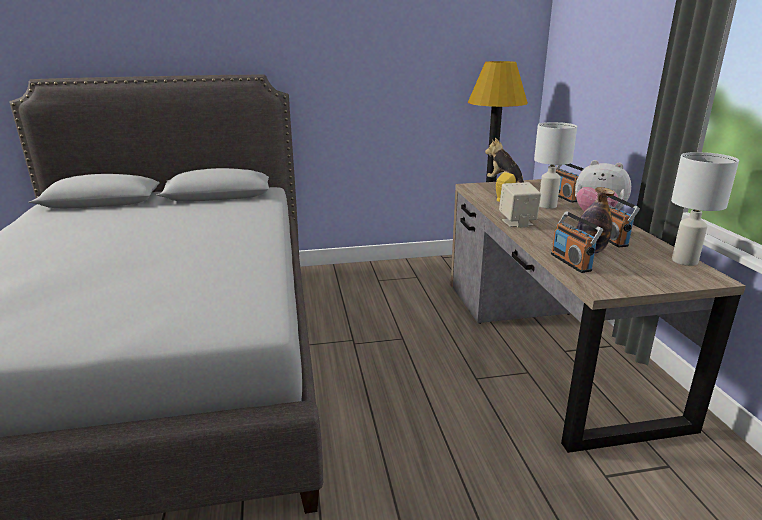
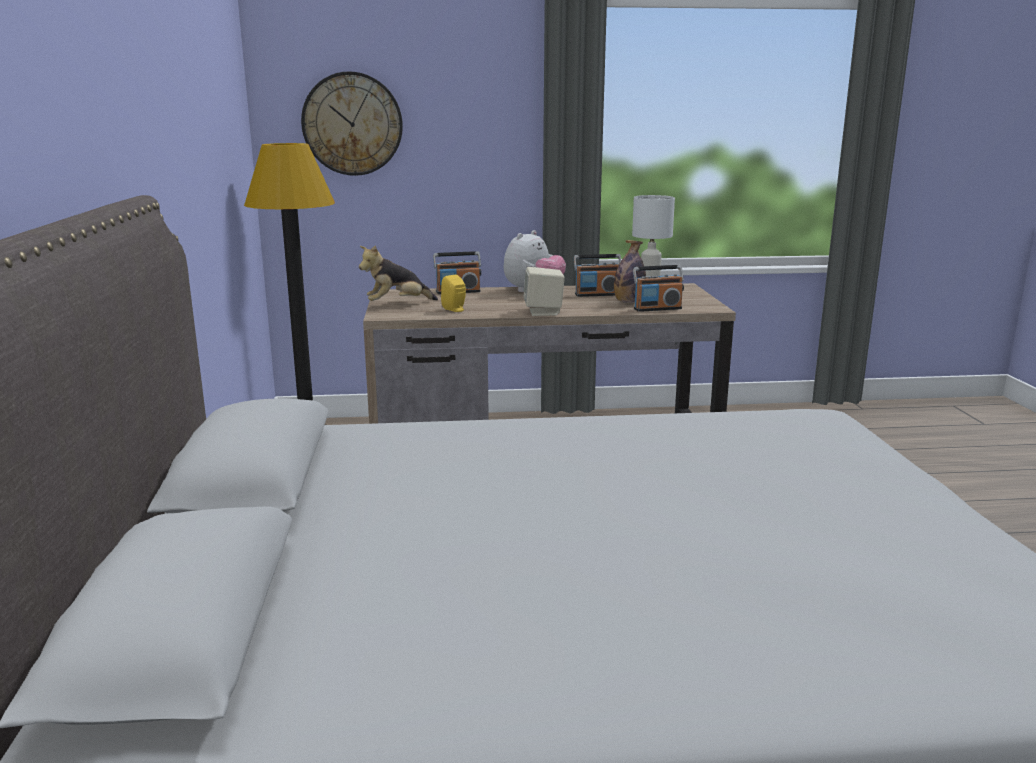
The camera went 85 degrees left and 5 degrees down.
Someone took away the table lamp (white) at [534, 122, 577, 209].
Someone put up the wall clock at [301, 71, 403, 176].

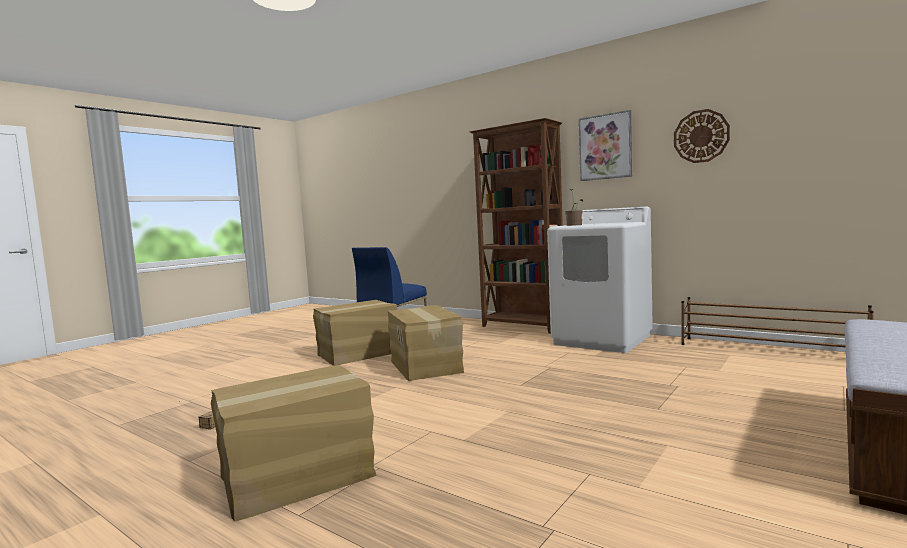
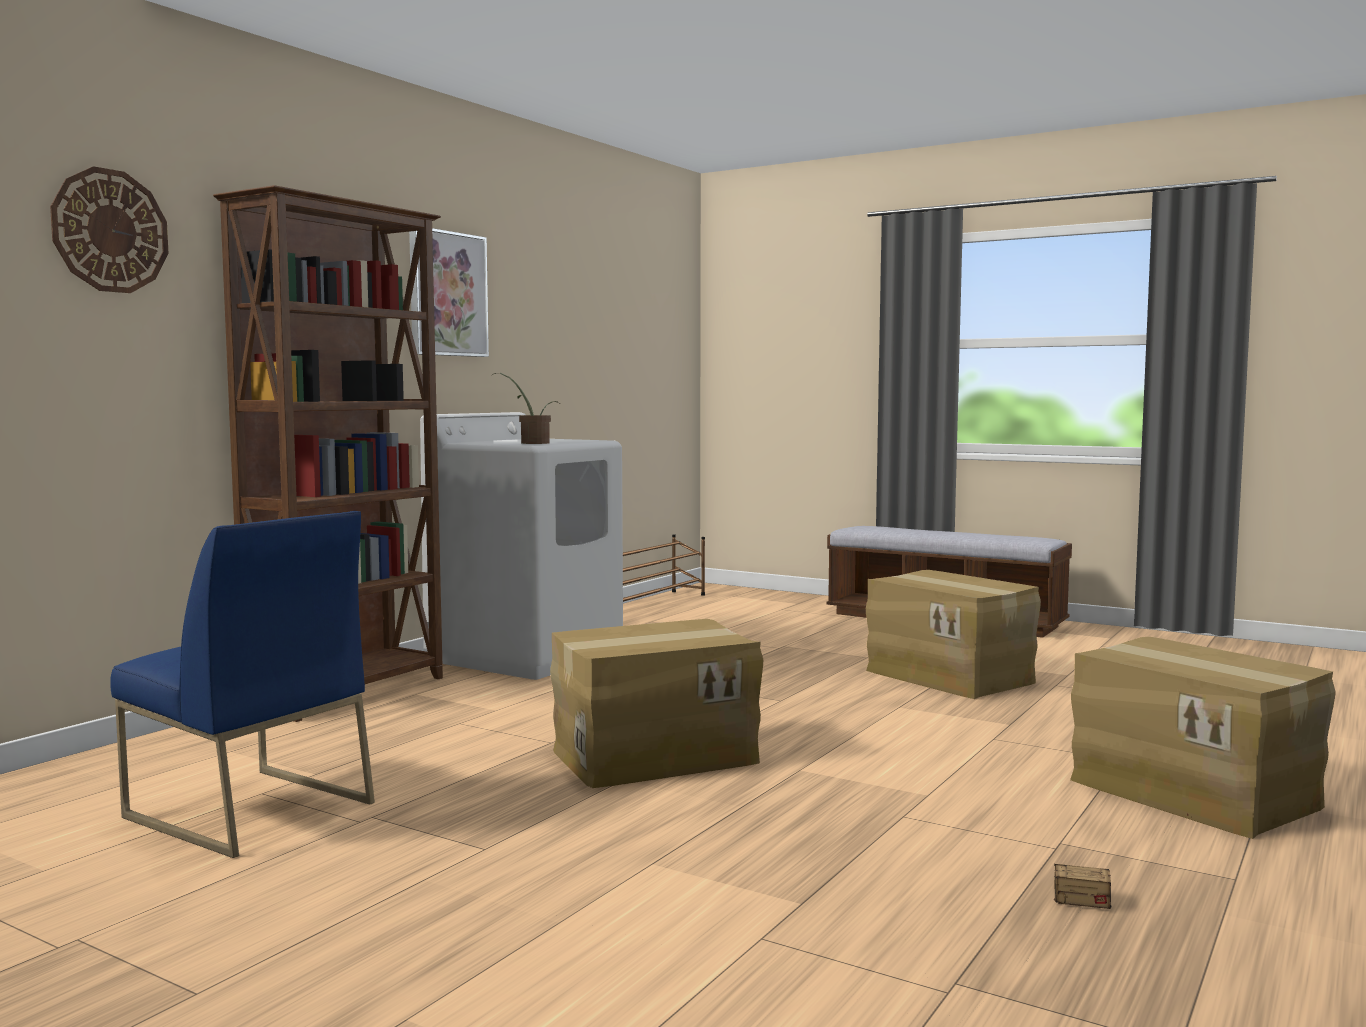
The camera went 95 degrees left and 0 degrees up.
Someone carried the cardboard box from [313, 300, 397, 366] to [866, 570, 1041, 699].
Someone carried the wall clock from [674, 109, 730, 163] to [50, 166, 169, 293].

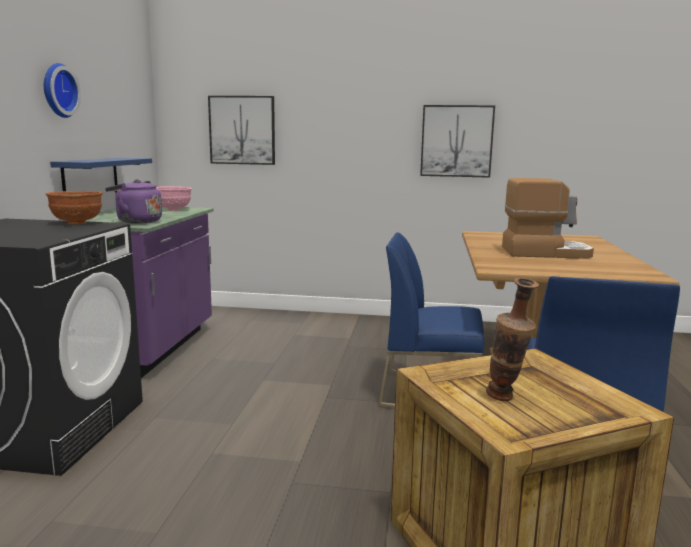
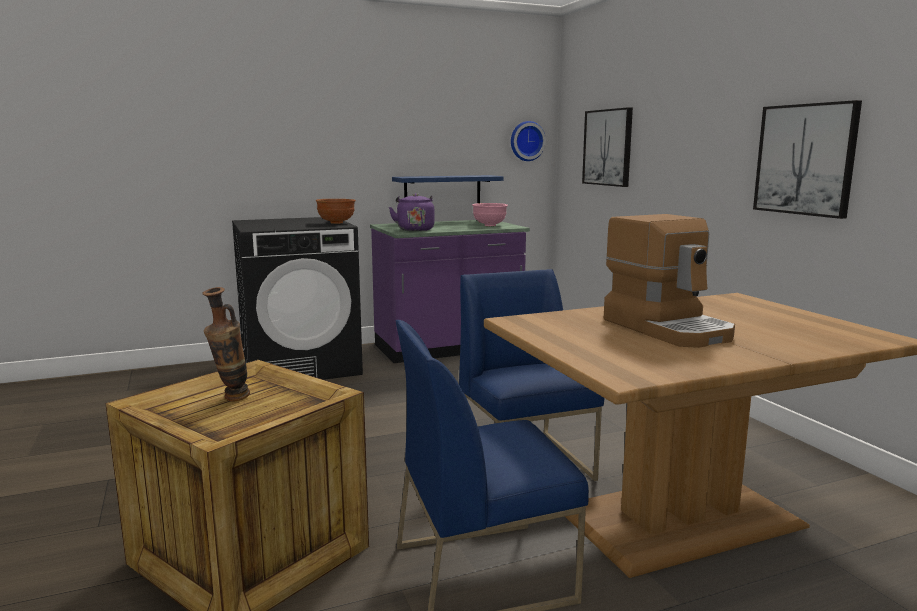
The camera went 60 degrees right and 0 degrees up.
Someone carried the wall clock from [44, 63, 81, 118] to [511, 121, 546, 161].

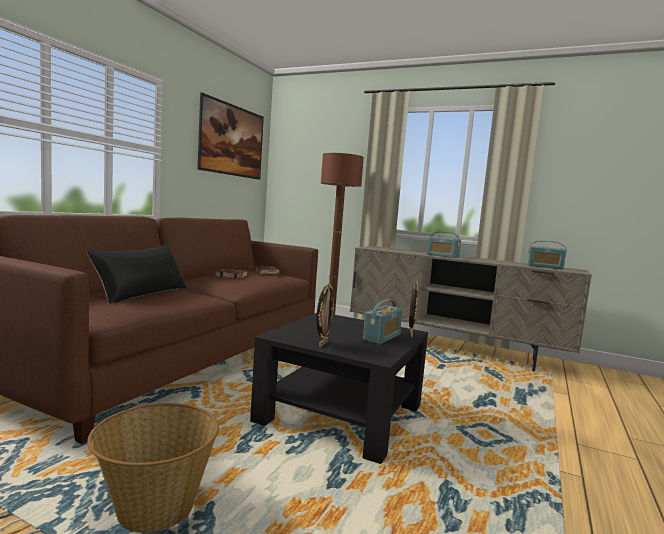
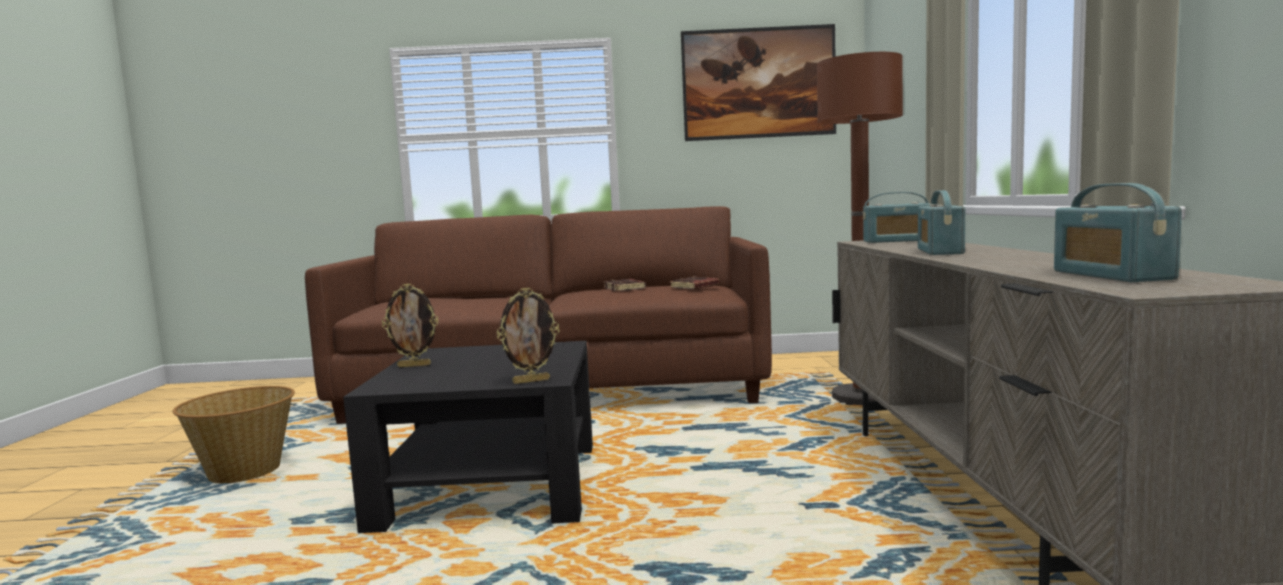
The camera went 65 degrees right and 0 degrees up.
Someone took away the pillow (black) at [86, 244, 187, 303].
Someone carried the radio from [363, 299, 403, 344] to [863, 192, 930, 243].

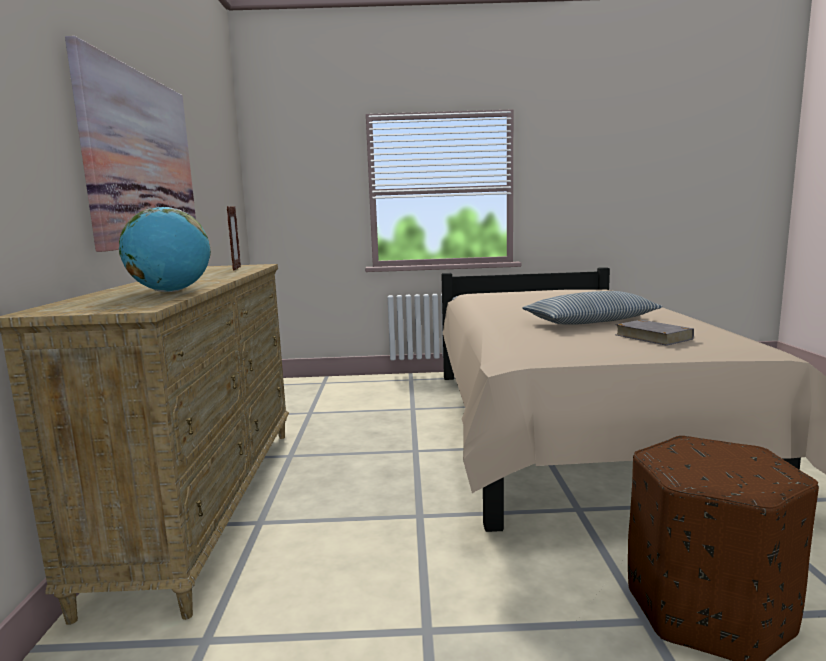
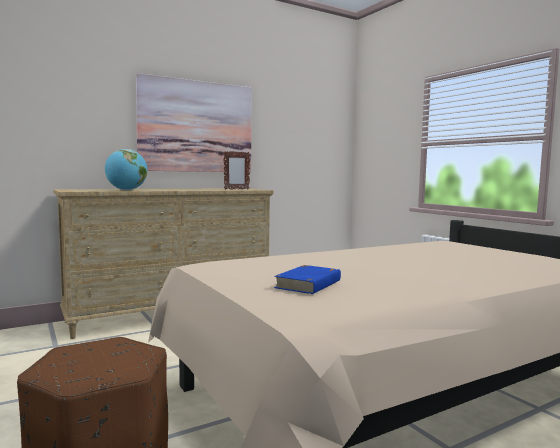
The camera went 60 degrees right and 5 degrees down.
Someone took away the pillow at [522, 291, 663, 325].
Someone repainted the book (grey) at [615, 320, 694, 346], which became the book (blue) at [274, 265, 341, 294].

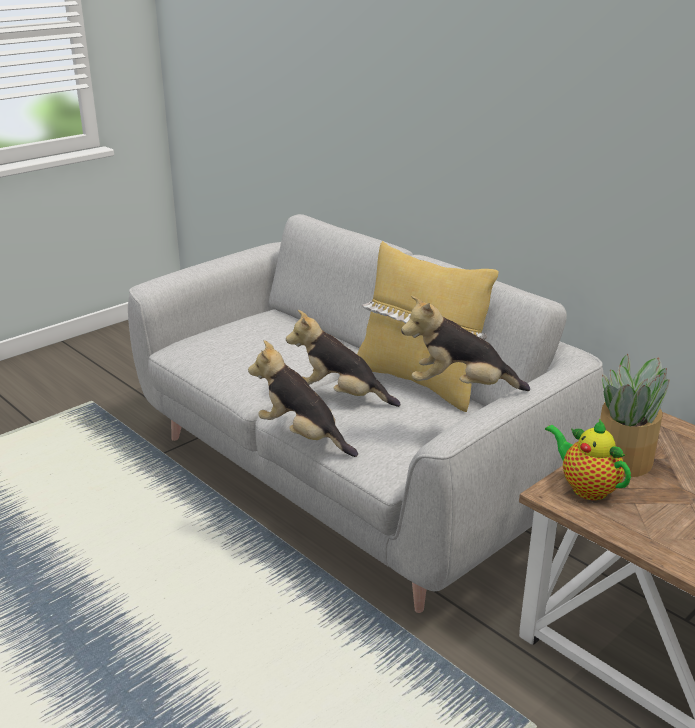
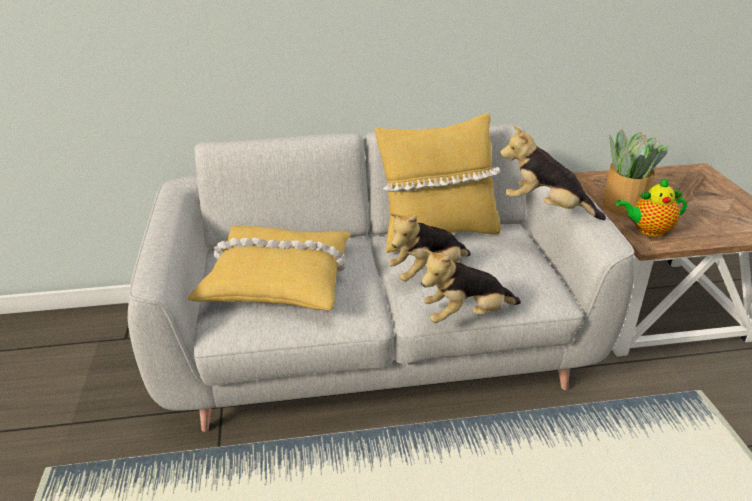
The camera went 55 degrees left and 5 degrees up.
Someone rotated the plush toy at [401, 295, 530, 391] by 75 degrees clockwise.
Someone put down the pillow (yellow) at [187, 225, 351, 310].

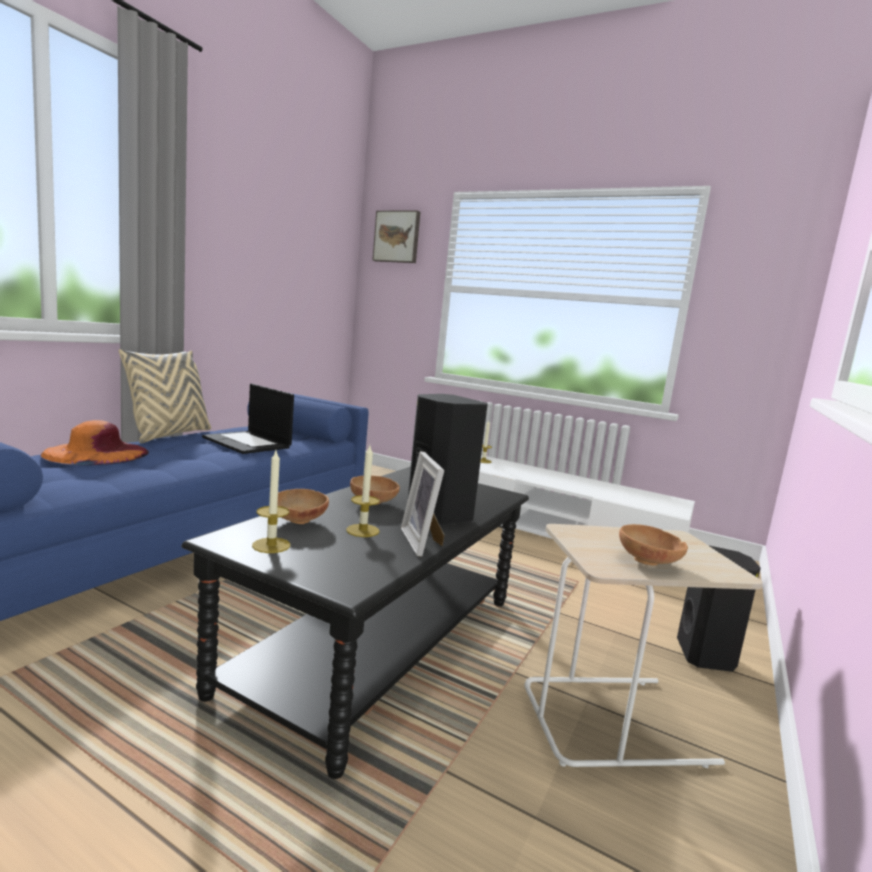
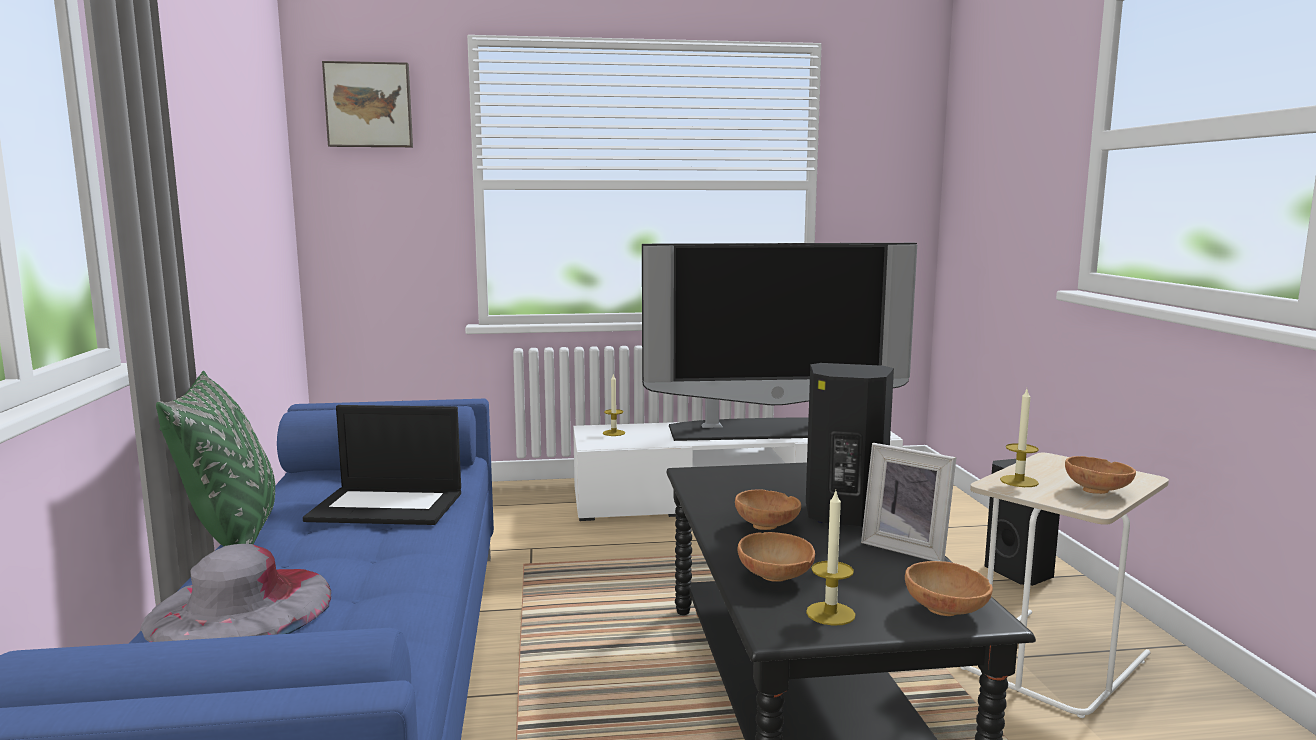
The camera went 35 degrees left and 0 degrees up.
Someone repainted the hat (orange) at [41, 420, 149, 466], which became the hat (grey) at [140, 544, 331, 642].
Someone repainted the pillow (beige) at [118, 349, 211, 443], which became the pillow (green) at [156, 371, 275, 546].
Someone carried the candle from [346, 446, 380, 537] to [1000, 389, 1039, 487].
Someone put down the television at [642, 243, 917, 441].
Someone put down the bowl (brown) at [905, 561, 993, 616].

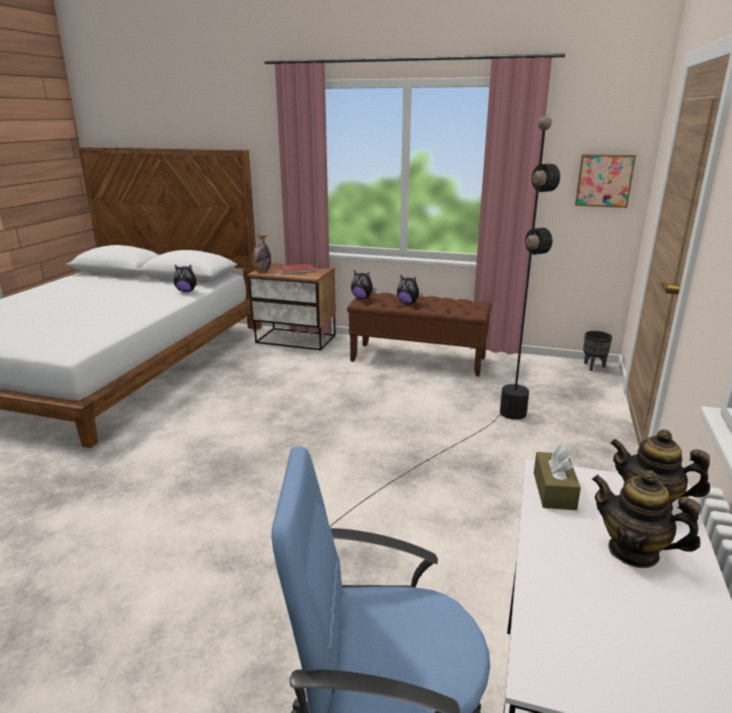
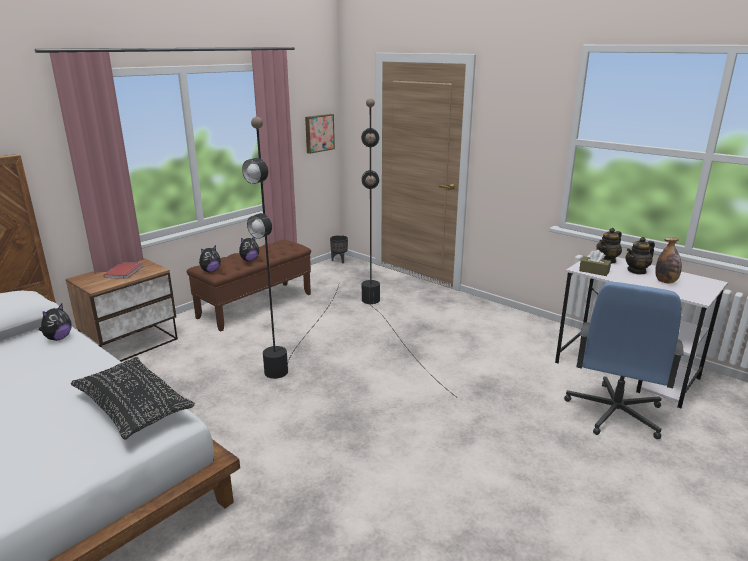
The camera went 65 degrees left and 0 degrees up.
Someone carried the bottle from [252, 235, 271, 272] to [655, 237, 682, 283].
Someone put down the pillow (black) at [71, 357, 195, 440].
Someone put down the floor lamp (black) at [242, 117, 339, 379].

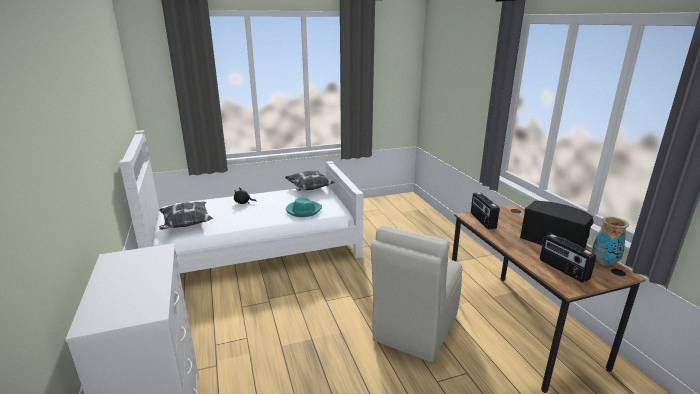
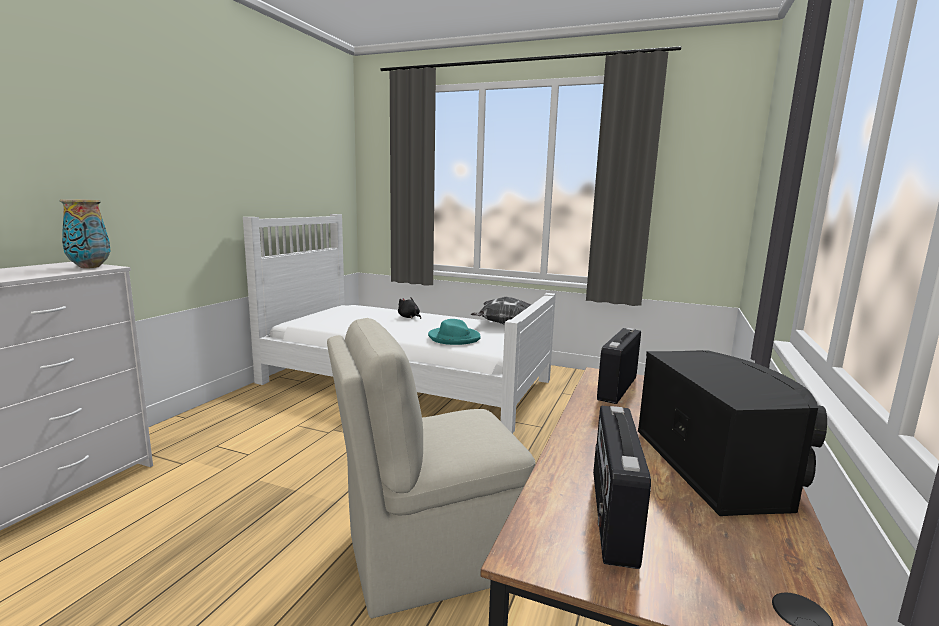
The camera went 40 degrees right and 10 degrees down.
Someone took away the pillow at [159, 202, 213, 230].
Someone carried the vase from [592, 217, 629, 266] to [60, 199, 111, 268].

